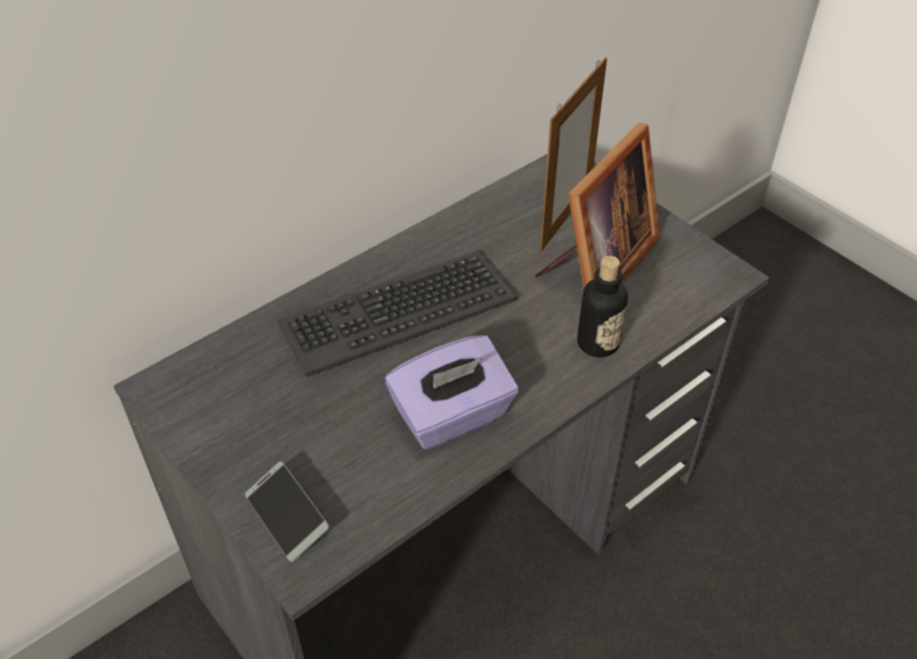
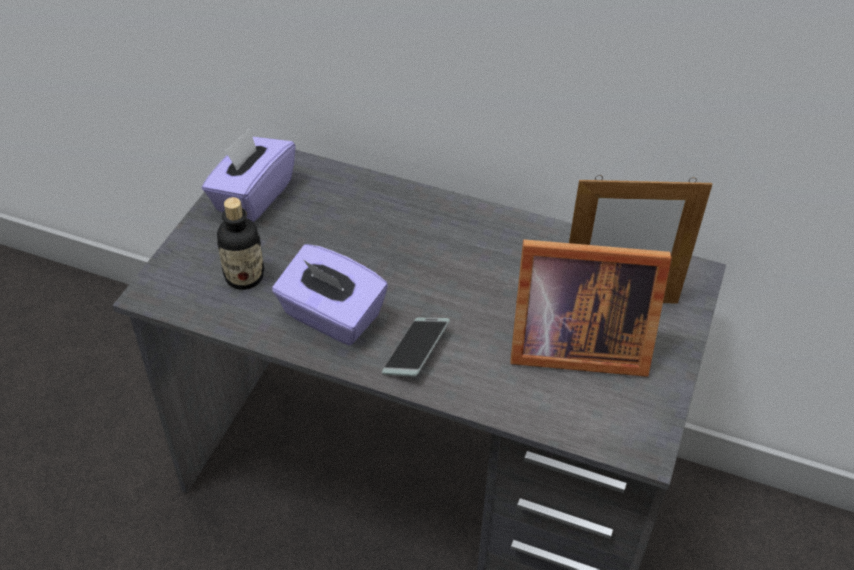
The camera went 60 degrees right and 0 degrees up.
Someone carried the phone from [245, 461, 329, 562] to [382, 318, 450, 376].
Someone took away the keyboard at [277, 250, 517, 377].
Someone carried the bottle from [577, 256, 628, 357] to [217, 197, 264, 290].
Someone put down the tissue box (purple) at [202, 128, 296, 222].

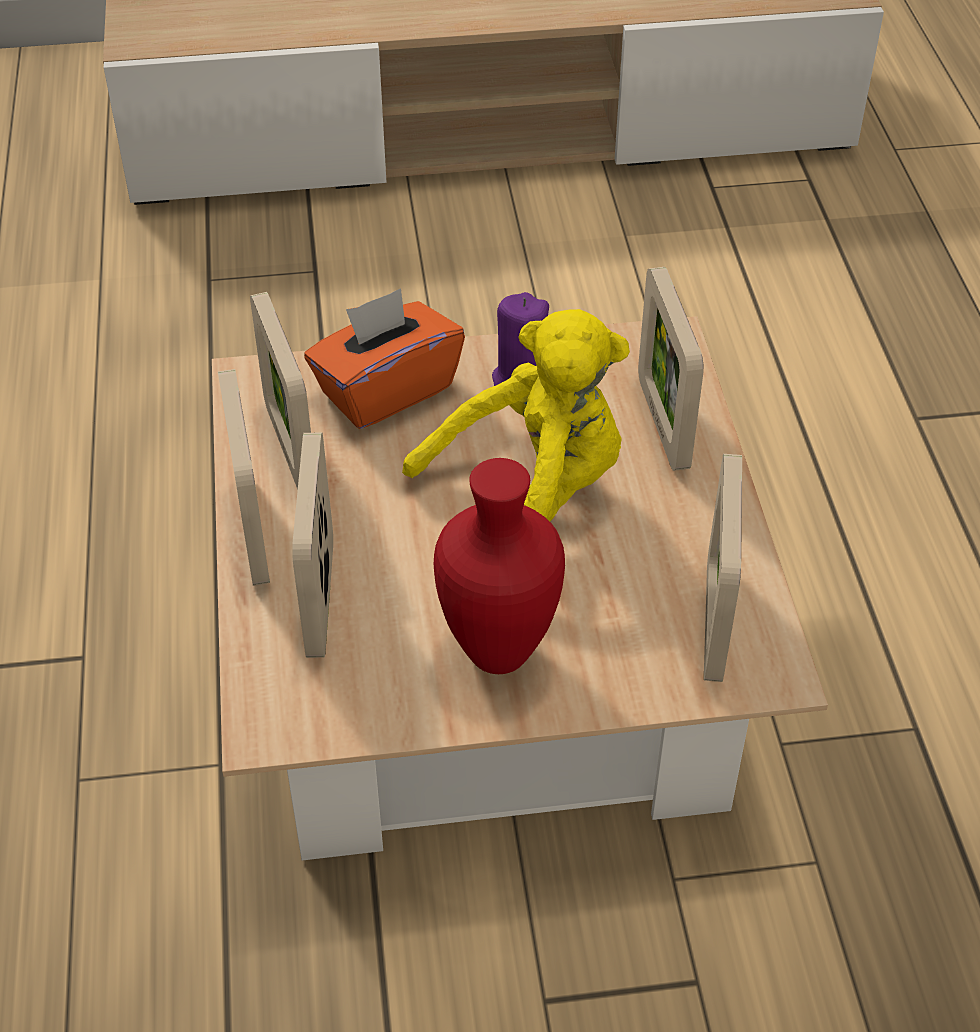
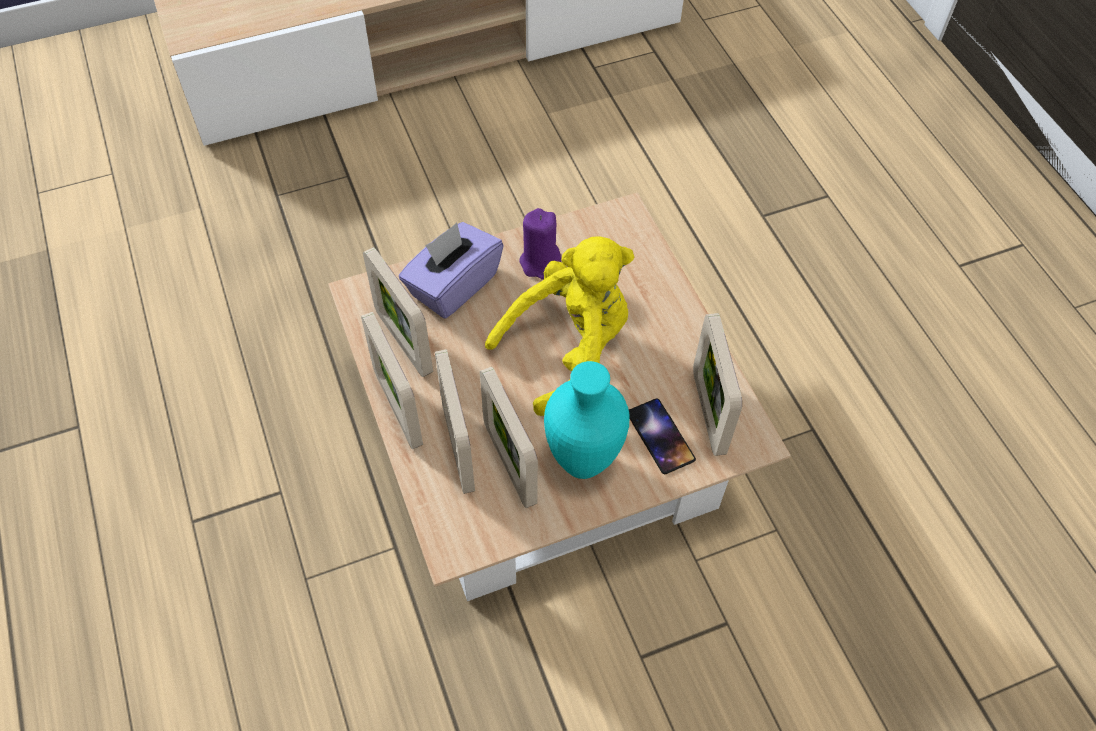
The camera went 15 degrees left and 10 degrees up.
Someone repainted the tissue box (orange) at [304, 288, 465, 429], which became the tissue box (purple) at [399, 222, 504, 318].
Someone repainted the vase (red) at [434, 458, 565, 674], which became the vase (turquoise) at [544, 361, 630, 479].
Someone carried the picture frame from [638, 267, 704, 471] to [480, 367, 538, 508].
Someone put down the phone at [629, 398, 696, 474].

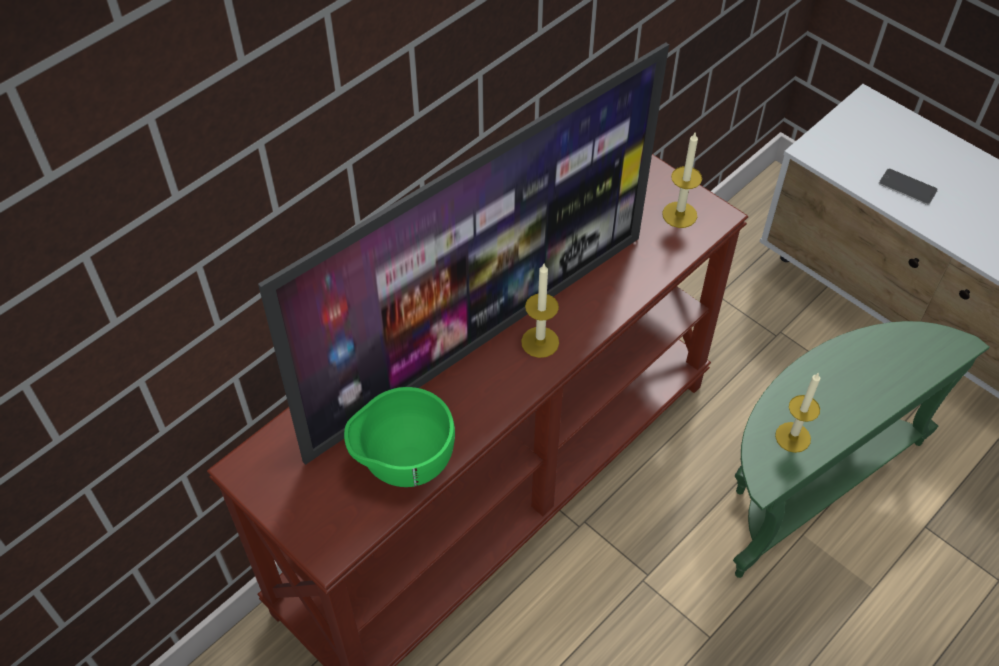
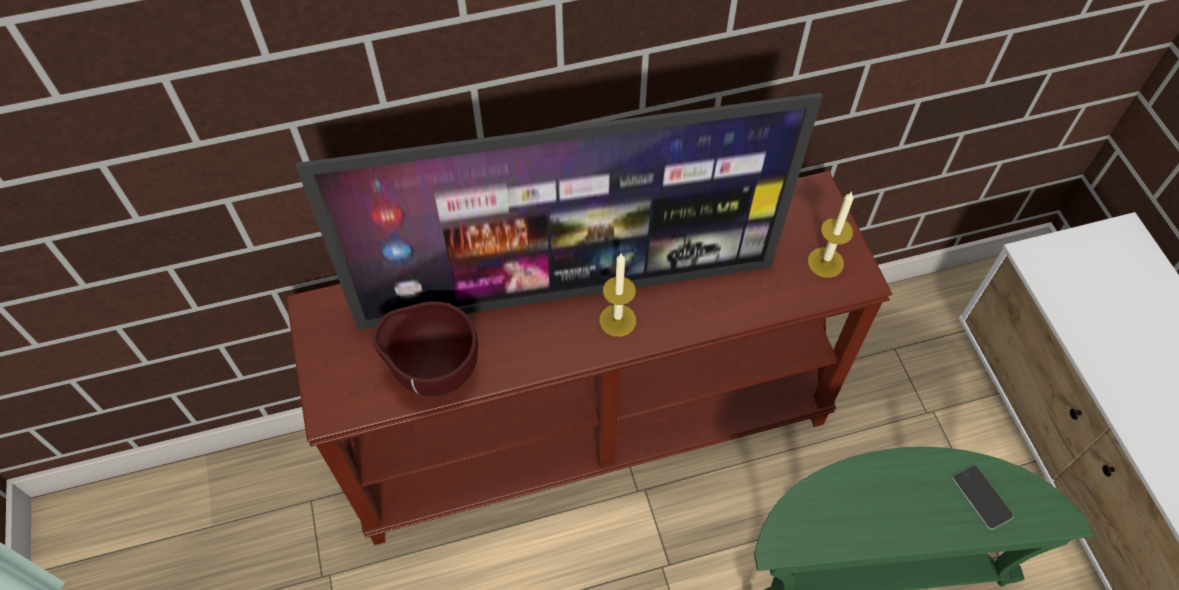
The camera went 30 degrees right and 5 degrees up.
Someone repainted the bowl (green) at [344, 387, 455, 487], which became the bowl (brown) at [373, 301, 478, 396].
Someone took away the candle at [775, 372, 820, 453].
Someone carried the phone from [879, 169, 938, 205] to [952, 465, 1014, 530].

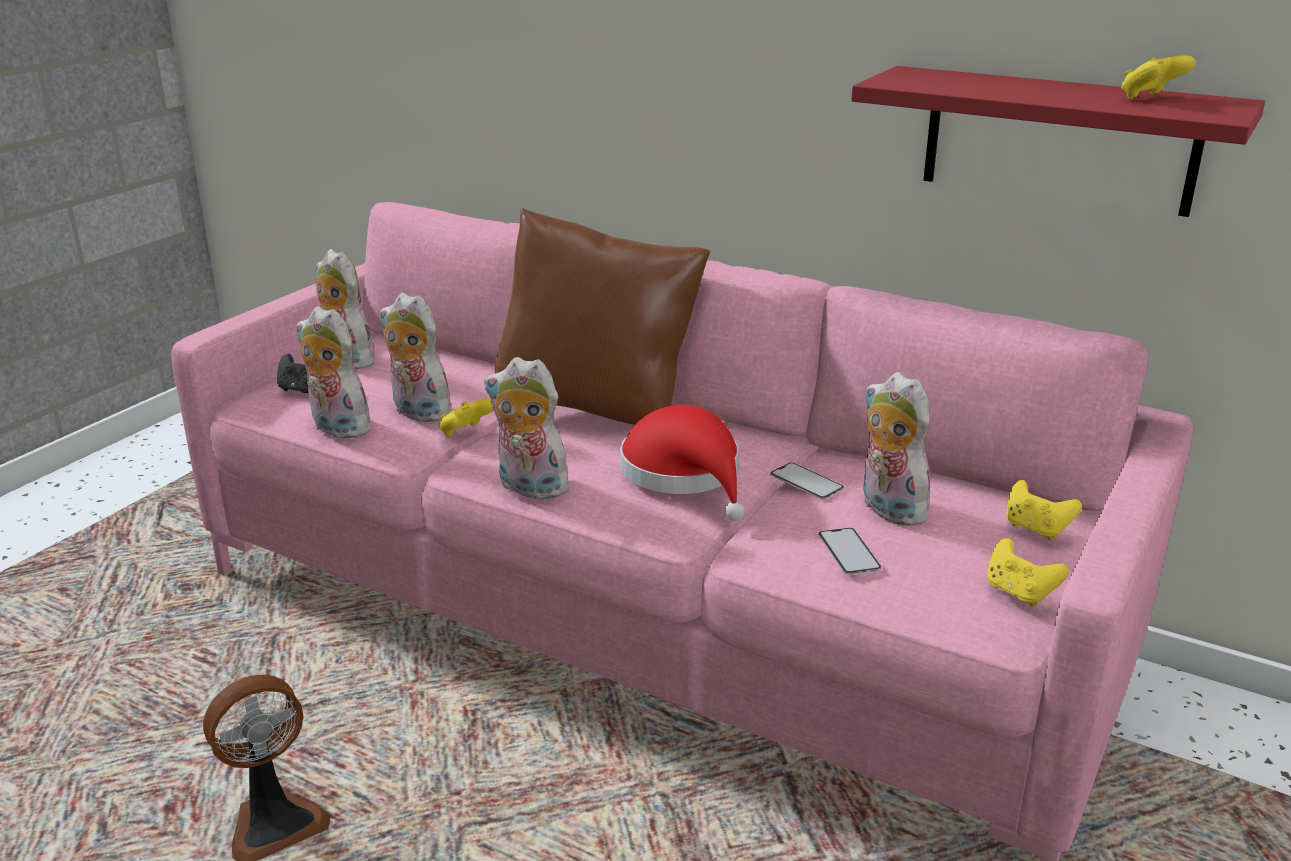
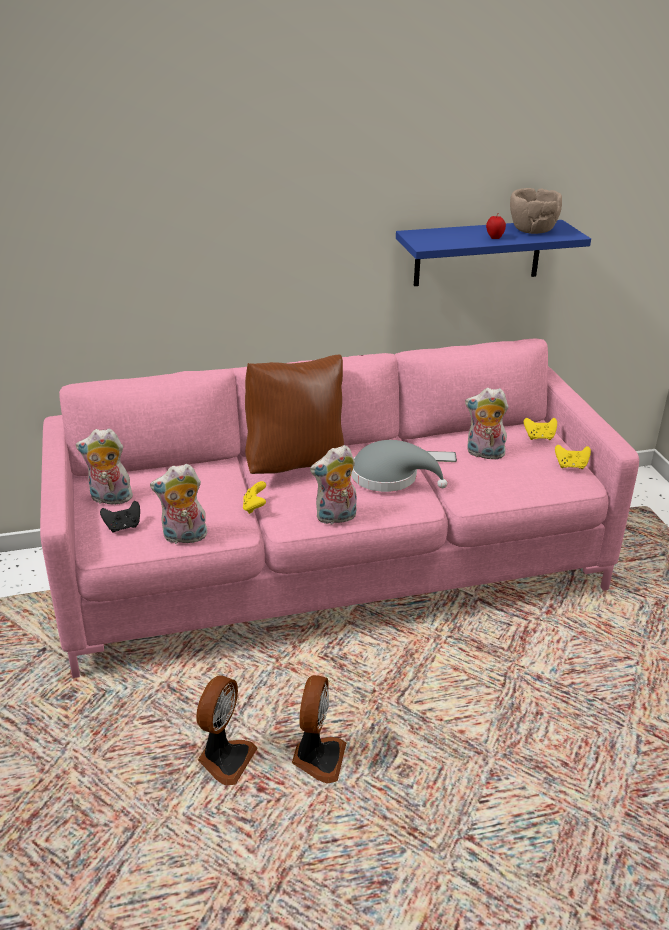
The camera went 45 degrees left and 5 degrees up.
Someone took away the plush toy at [380, 293, 454, 423].
Someone repainted the hat (red) at [620, 405, 744, 521], which became the hat (grey) at [351, 440, 448, 492].
Someone took away the phone at [819, 528, 881, 574].
Someone repainted the shelf (red) at [851, 66, 1265, 217], which became the shelf (blue) at [396, 220, 591, 286].
Someone swapped the game controller (yellow) at [1121, 55, 1196, 100] for the bowl (brown) at [510, 188, 562, 234].
Someone put down the fan at [196, 675, 257, 785].
Someone put down the apple at [486, 214, 506, 239].

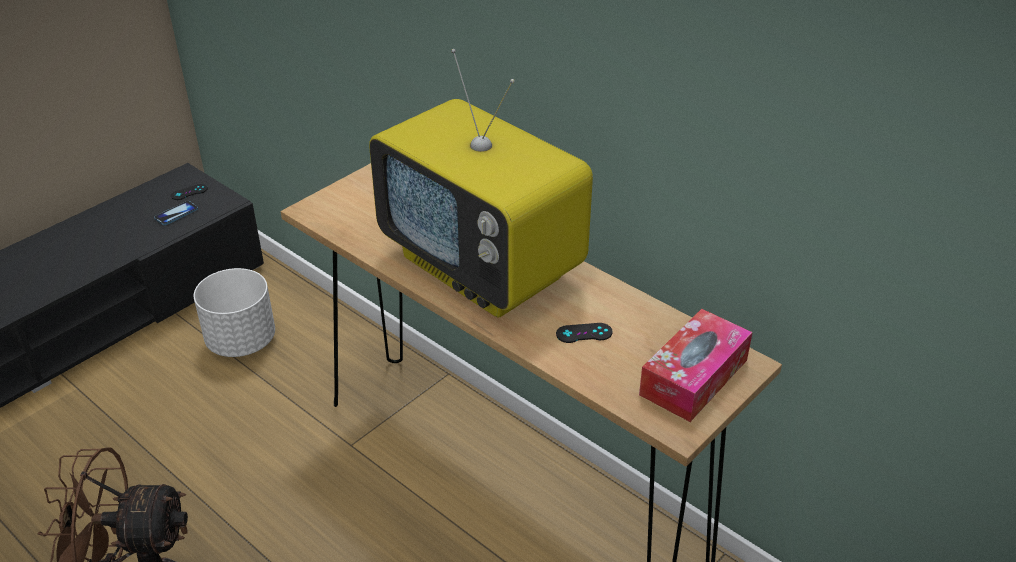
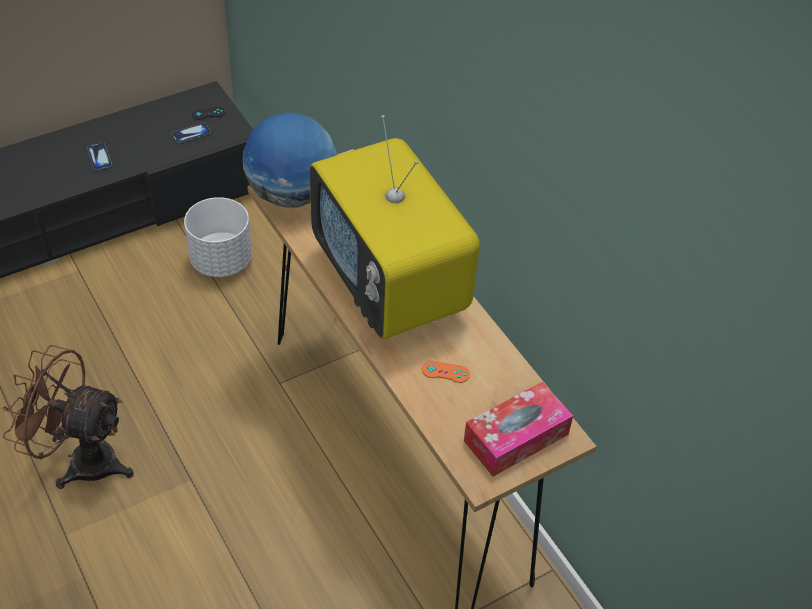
The camera went 15 degrees right and 10 degrees up.
Someone repainted the game controller (black) at [556, 323, 613, 343], which became the game controller (orange) at [422, 361, 470, 383].
Someone put down the phone at [87, 143, 112, 171].
Someone put down the globe at [243, 112, 337, 208].

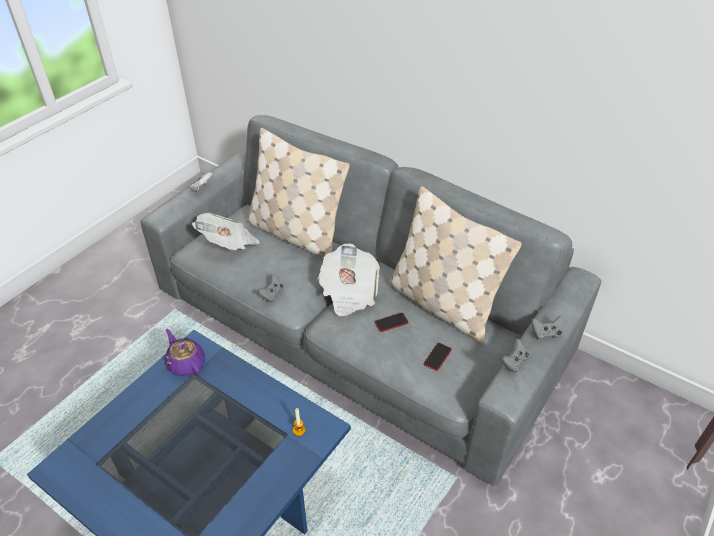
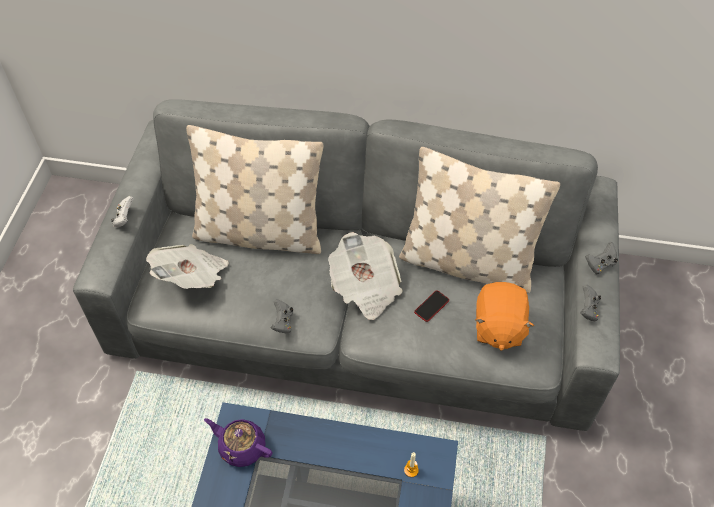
The camera went 25 degrees left and 10 degrees up.
Someone swapped the phone at [424, 343, 452, 371] for the plush toy (orange) at [475, 282, 534, 351].

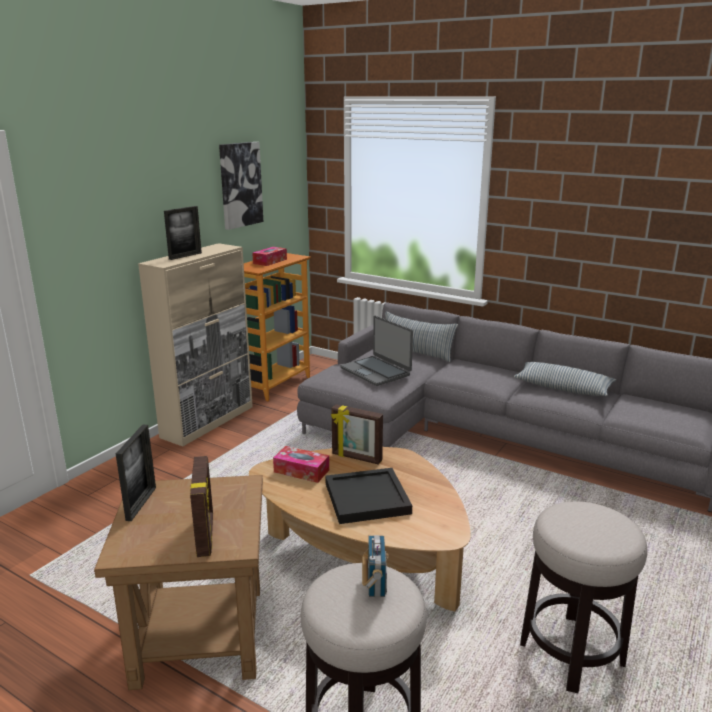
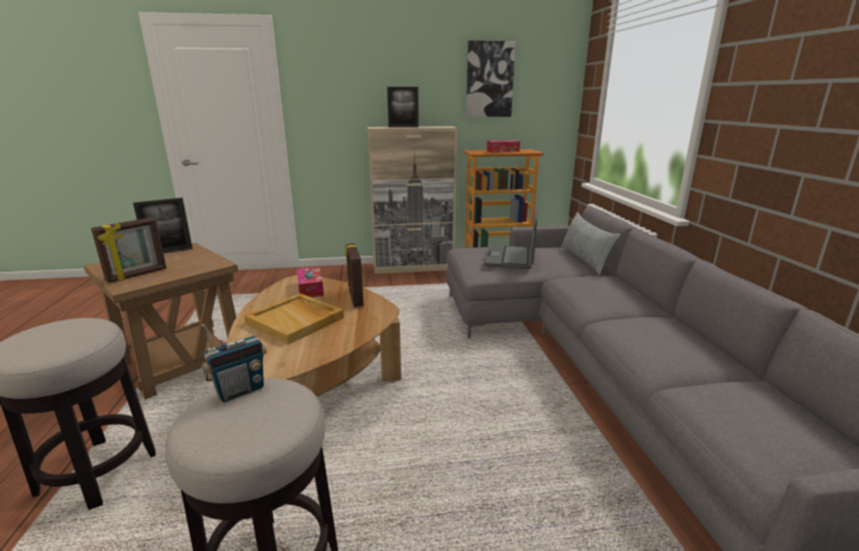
The camera went 50 degrees right and 0 degrees up.
Someone repainted the tray (black) at [325, 468, 412, 524], which became the tray (beige) at [244, 293, 344, 345].
Someone carried the radio from [362, 535, 389, 597] to [201, 324, 267, 402].
Someone took away the pillow at [514, 362, 616, 396].

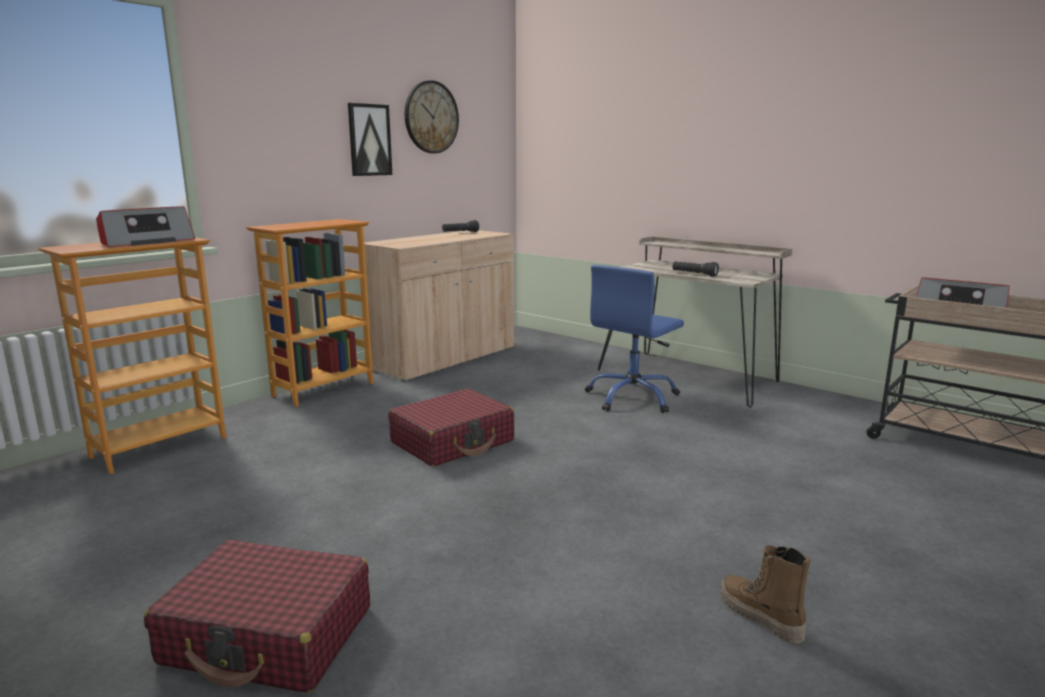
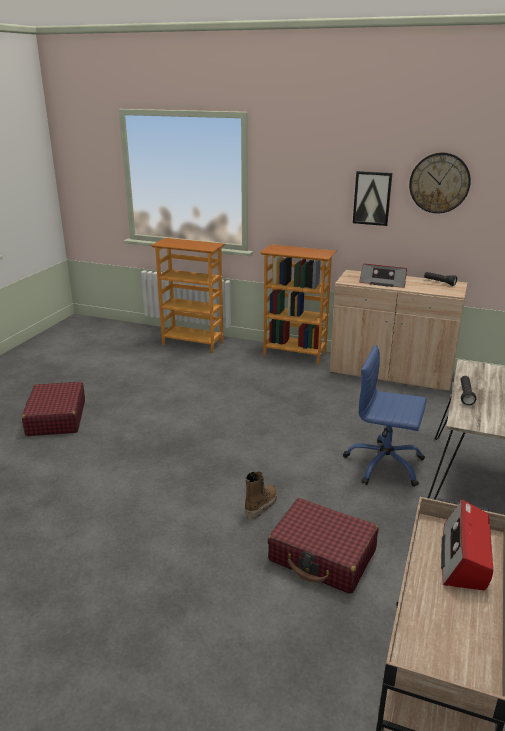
The camera went 70 degrees right and 10 degrees up.
Someone carried the radio from [96, 206, 195, 247] to [359, 264, 407, 288].
Someone carried the suitcase (red) from [388, 389, 514, 467] to [268, 498, 379, 594].
Someone carried the boot from [721, 545, 811, 644] to [245, 471, 277, 520].

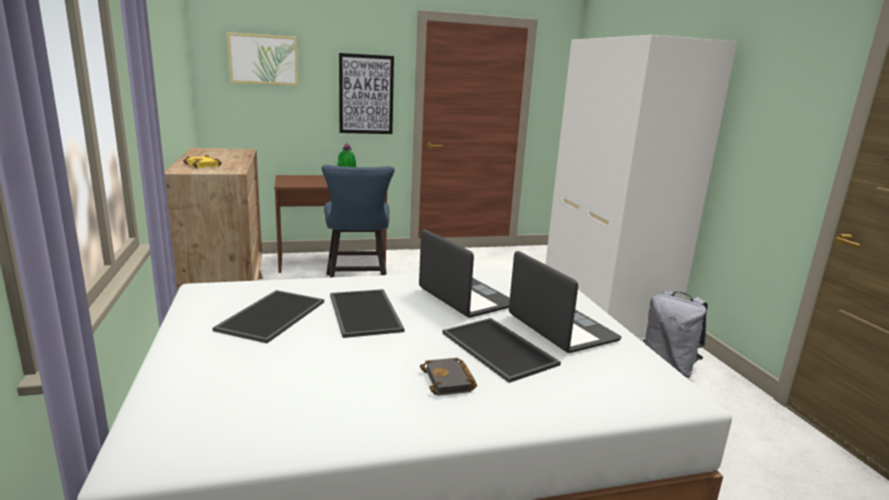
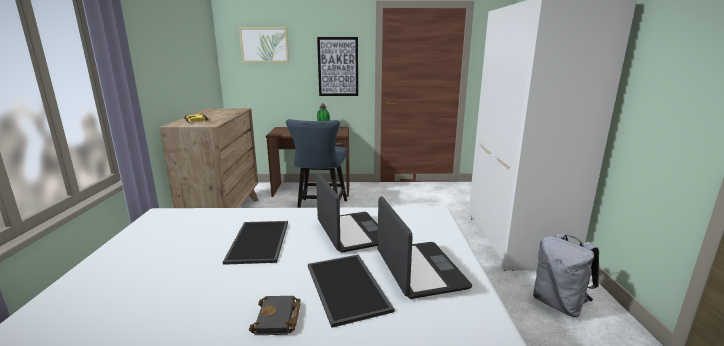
The camera went 15 degrees right and 0 degrees up.
Someone took away the tray at [213, 290, 324, 343].

